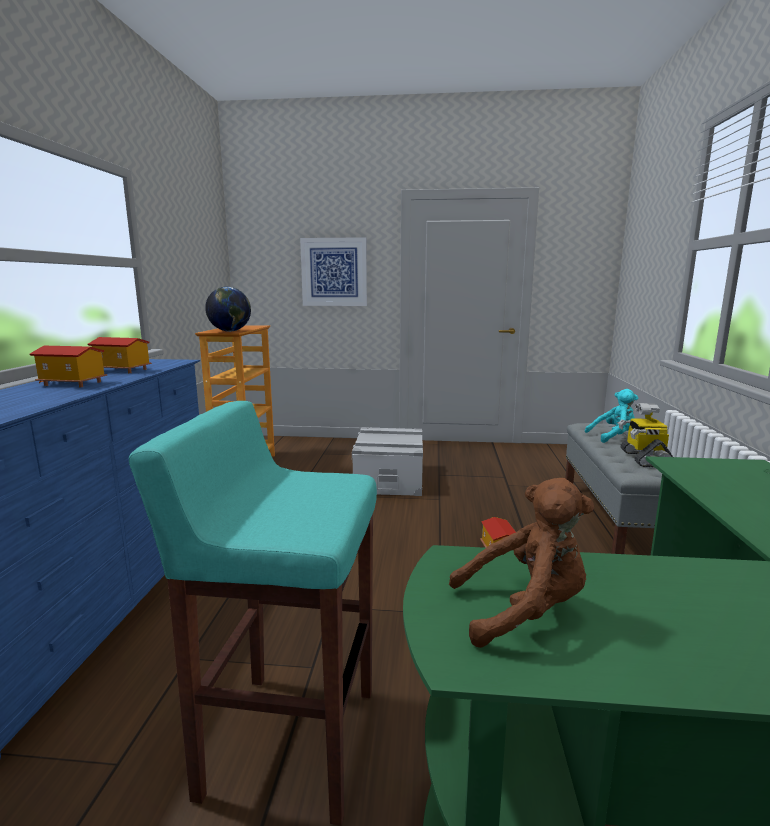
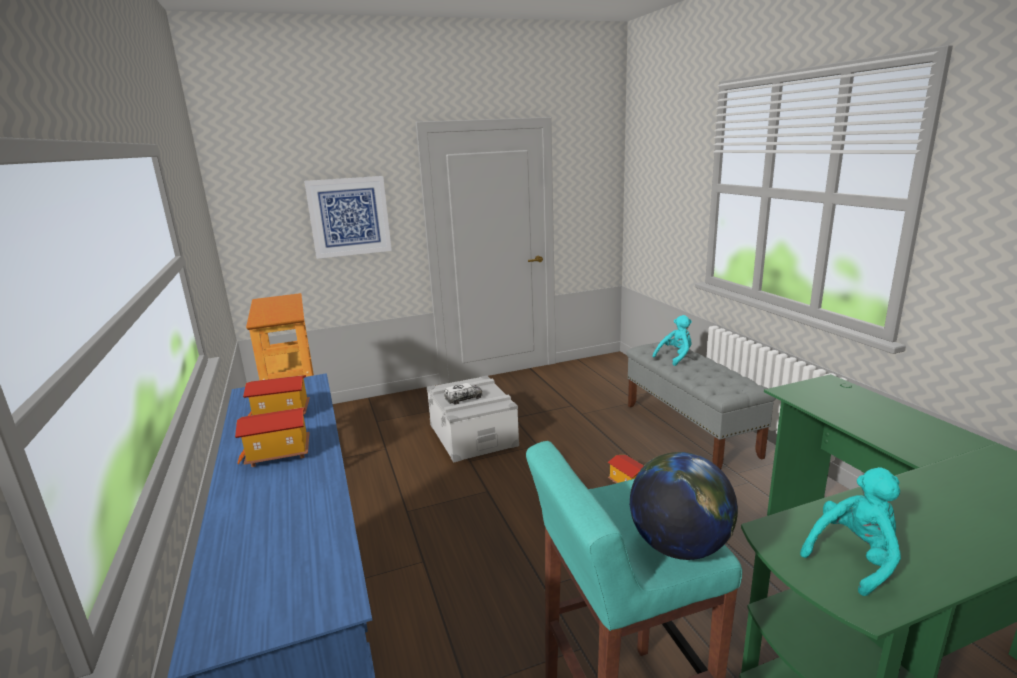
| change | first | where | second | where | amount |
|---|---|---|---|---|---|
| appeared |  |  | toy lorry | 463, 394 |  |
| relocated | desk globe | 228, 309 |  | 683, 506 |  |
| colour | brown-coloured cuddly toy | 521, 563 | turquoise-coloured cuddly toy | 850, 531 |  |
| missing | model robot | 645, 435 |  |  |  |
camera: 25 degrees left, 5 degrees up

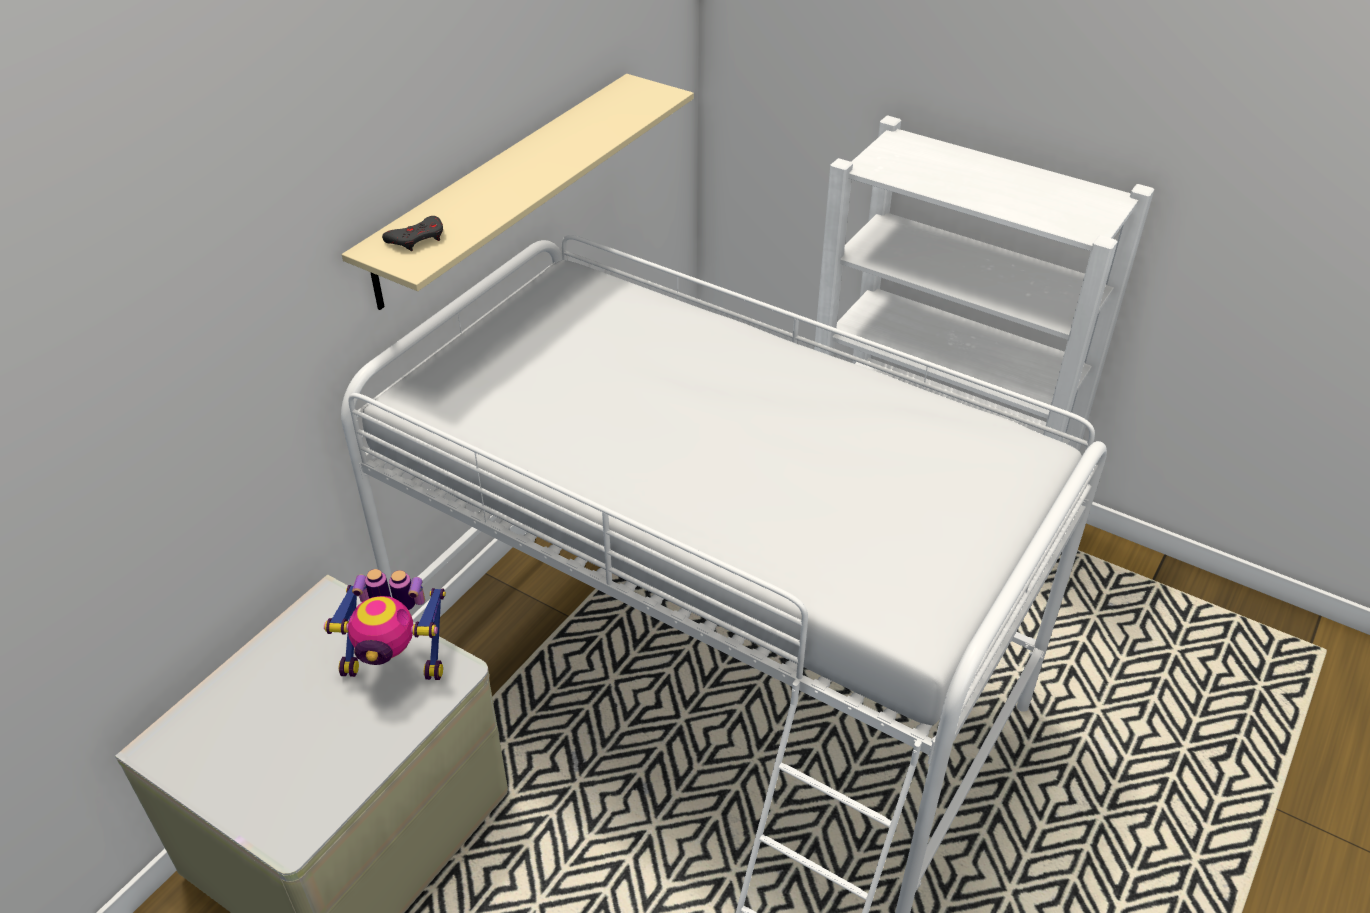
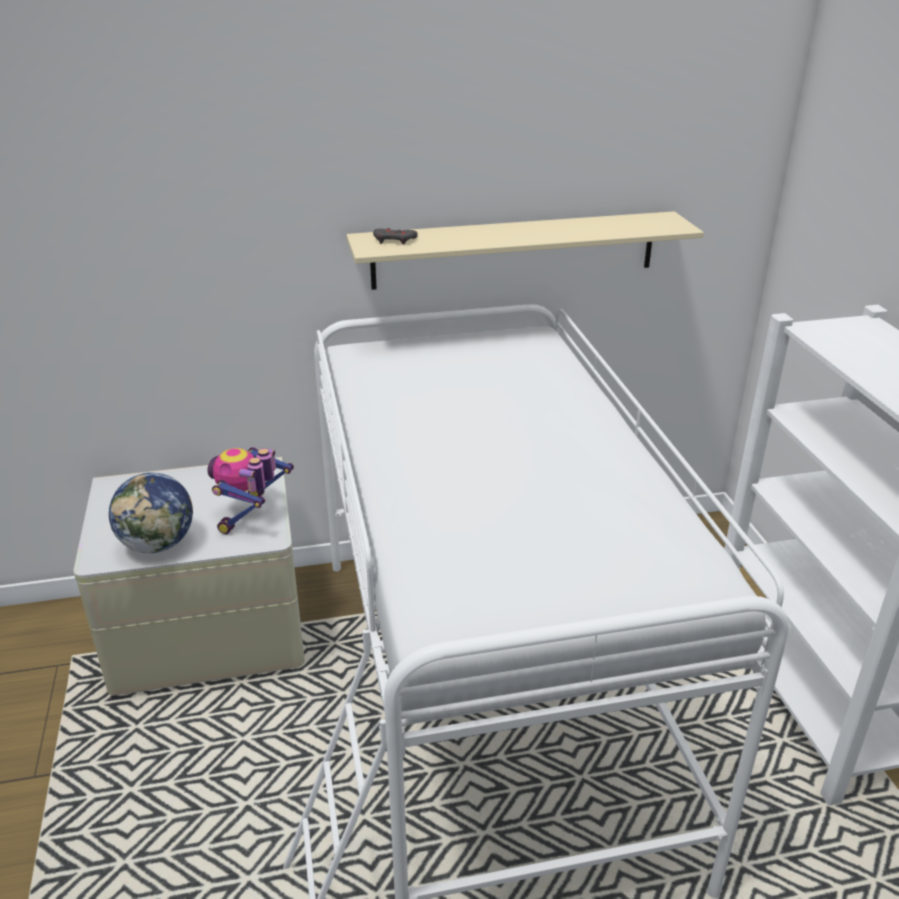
| change | first | where | second | where | amount |
|---|---|---|---|---|---|
| appeared |  |  | desk globe | 151, 512 |  |
| spun | model robot | 385, 624 |  | 250, 490 | 60 degrees clockwise |
camera: 45 degrees right, 10 degrees down

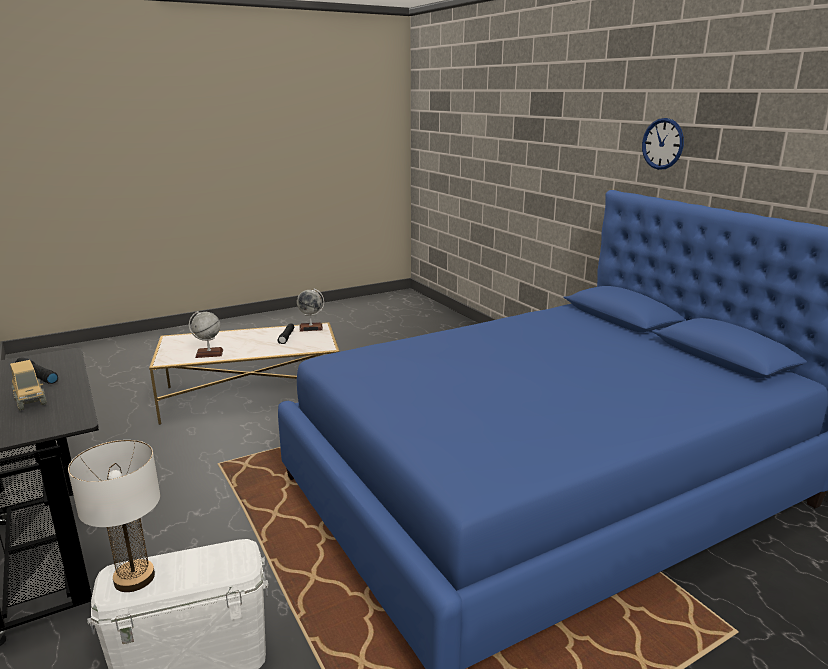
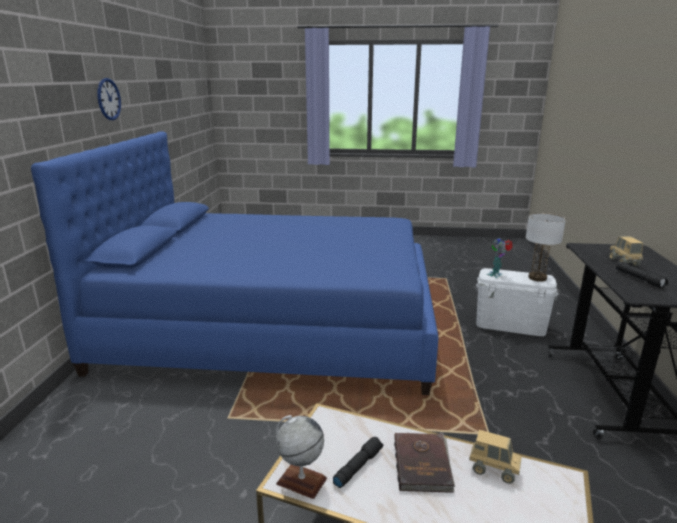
| change | first | where | second | where | amount |
|---|---|---|---|---|---|
| relocated | hanging clock | 663, 144 |  | 109, 99 |  |
| appeared |  |  | brown-coloured volume | 424, 463 |  |
| exchanged | desk globe | 206, 334 | toy lorry | 495, 457 |  |
| appeared |  |  | model robot | 499, 258 |  |
camera: 145 degrees left, 0 degrees up

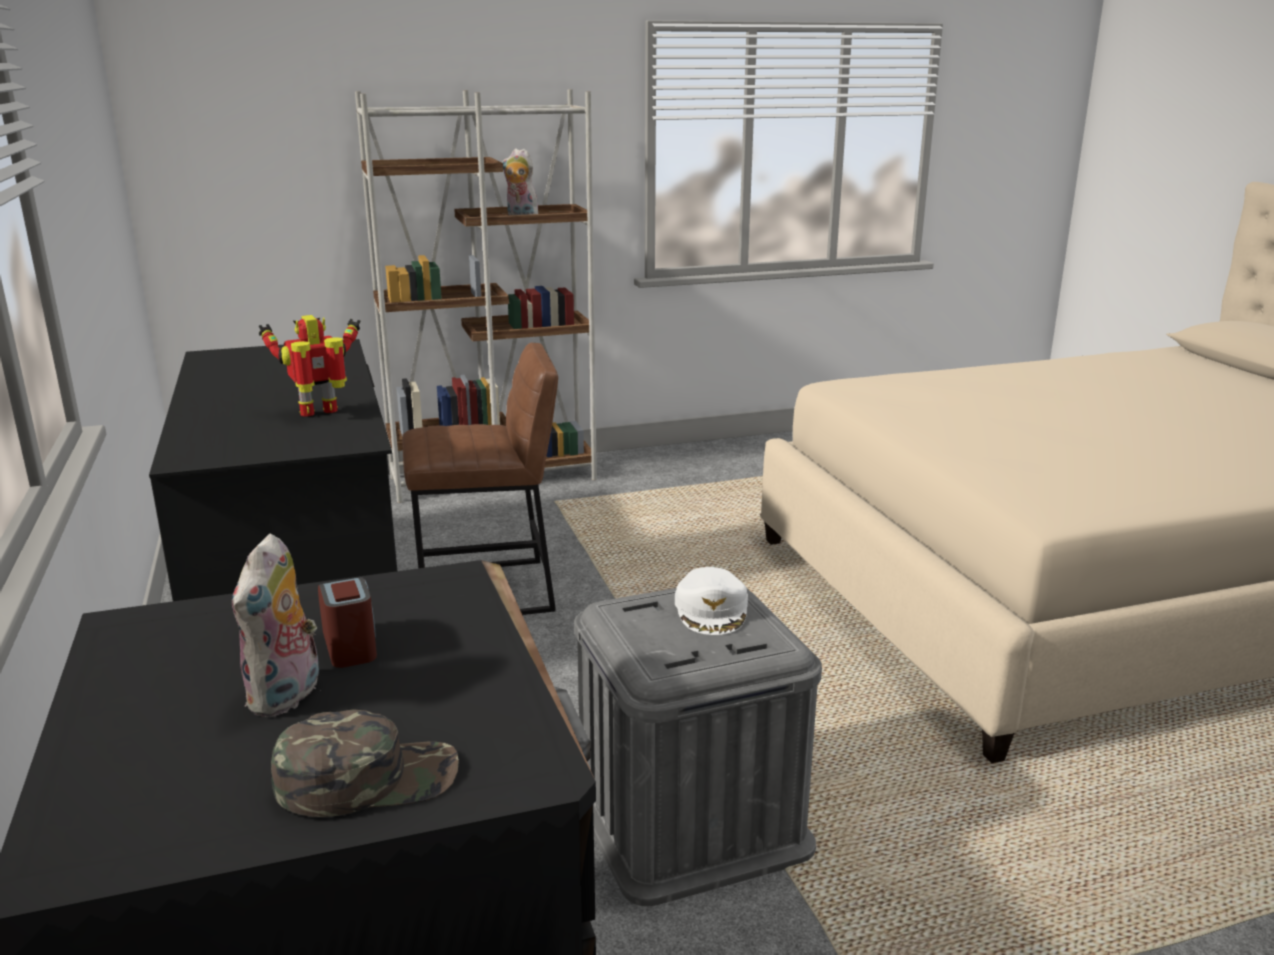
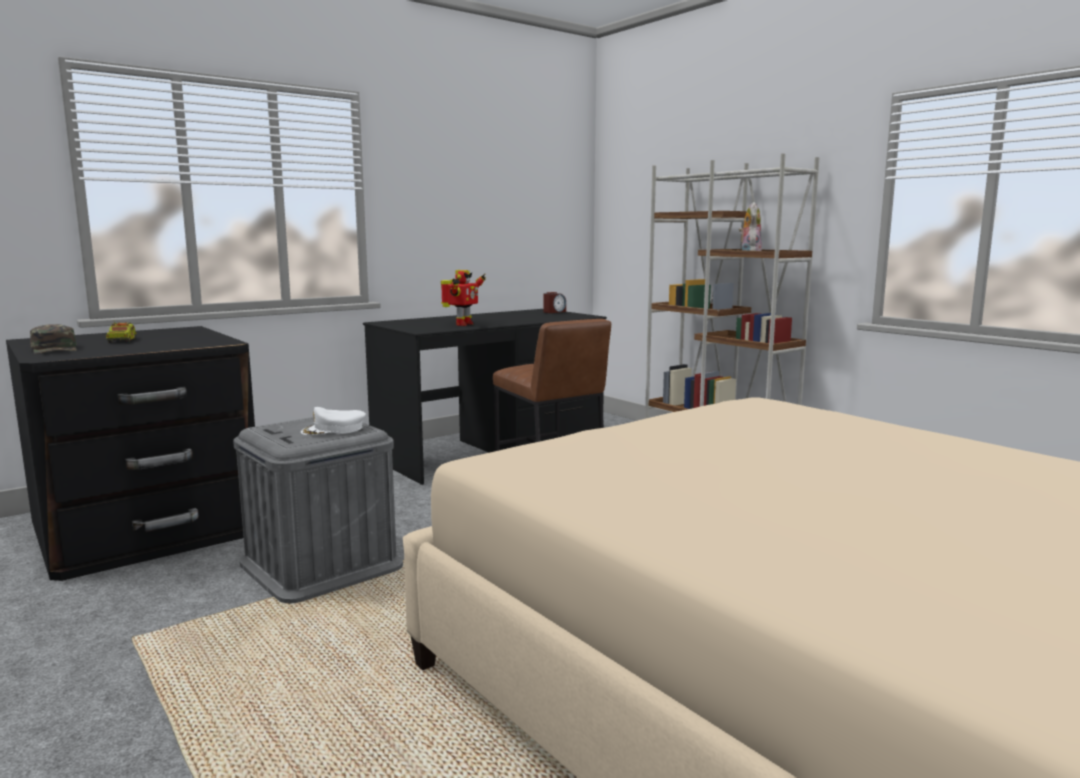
| change | first | where | second | where | amount |
|---|---|---|---|---|---|
| exchanged | cuddly toy | 276, 625 | toy lorry | 121, 332 |  |
| spun | model robot | 309, 366 |  | 463, 298 | 75 degrees clockwise |
| relocated | bedside clock | 347, 622 |  | 555, 302 |  |
camera: 70 degrees right, 10 degrees down

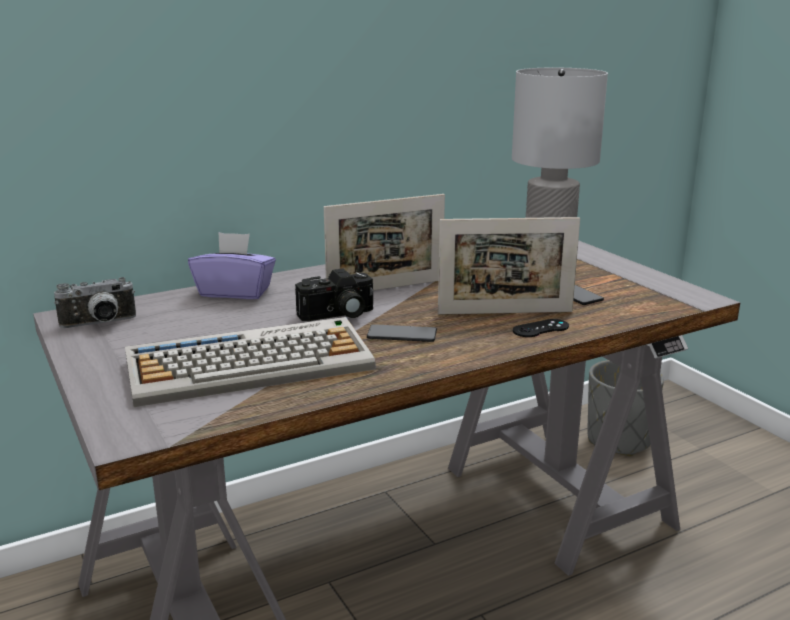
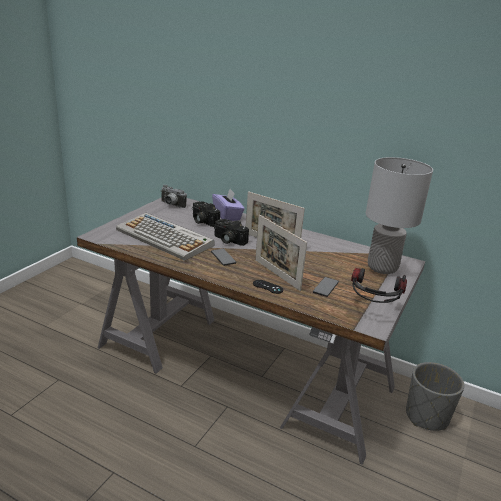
| change | first | where | second | where | amount |
|---|---|---|---|---|---|
| appeared |  |  | photo camera | 206, 214 |  |
| appeared |  |  | pair of headphones | 379, 285 |  |
camera: 55 degrees right, 5 degrees up

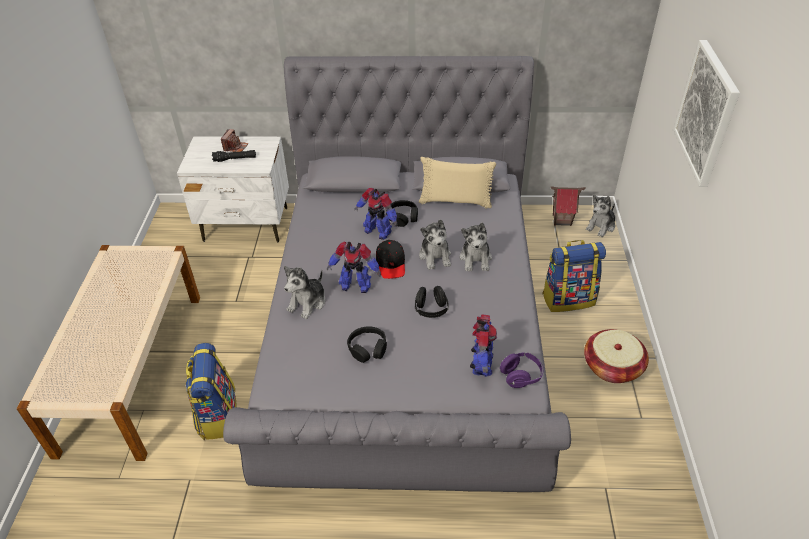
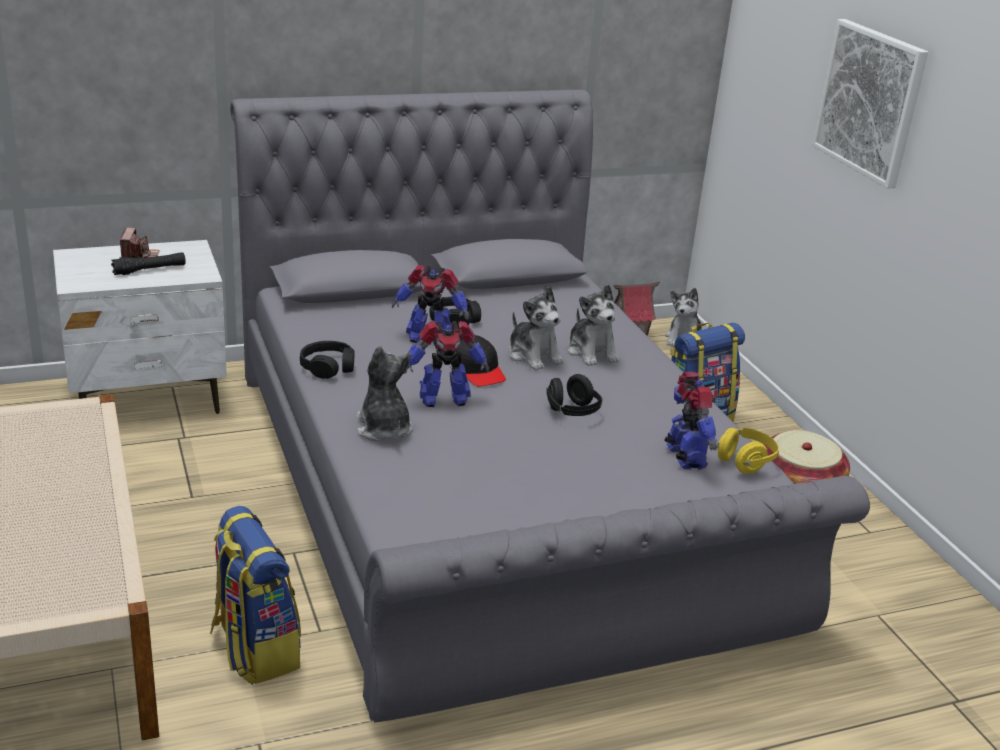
| change | first | where | second | where | amount |
|---|---|---|---|---|---|
| relocated | black pair of headphones | 367, 344 |  | 327, 360 |  |
| spun | cuddly toy | 304, 292 |  | 385, 394 | 150 degrees clockwise |
| colour | purplish pair of headphones | 522, 370 | yellowish pair of headphones | 748, 451 |  |
| missing | beige cushion | 457, 183 |  |  |  |
camera: 25 degrees left, 15 degrees down

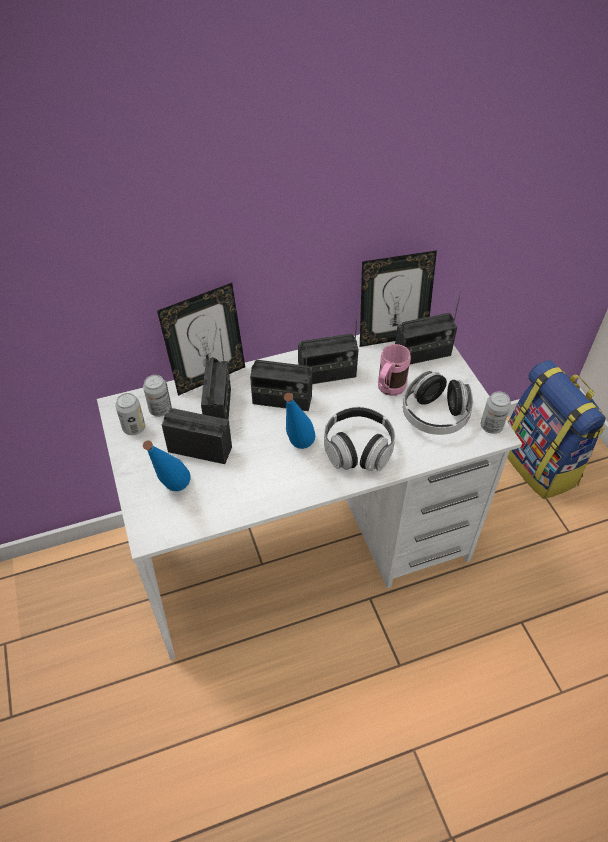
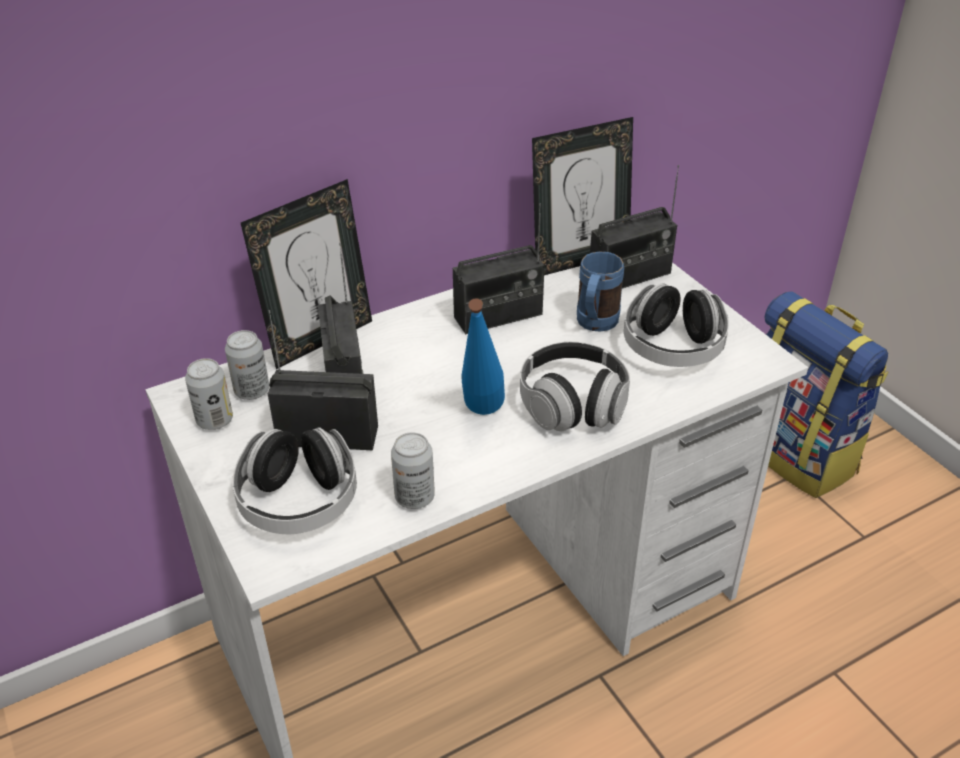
| change | first | where | second | where | amount |
|---|---|---|---|---|---|
| exchanged | blue drink bottle | 166, 465 | pair of headphones | 294, 480 |  |
| relocated | can | 496, 412 |  | 413, 470 |  |
| colour | pinkish mug | 394, 370 | blue mug | 600, 292 |  |
| missing | radio receiver | 281, 378 |  |  |  |
camera: 10 degrees left, 10 degrees down

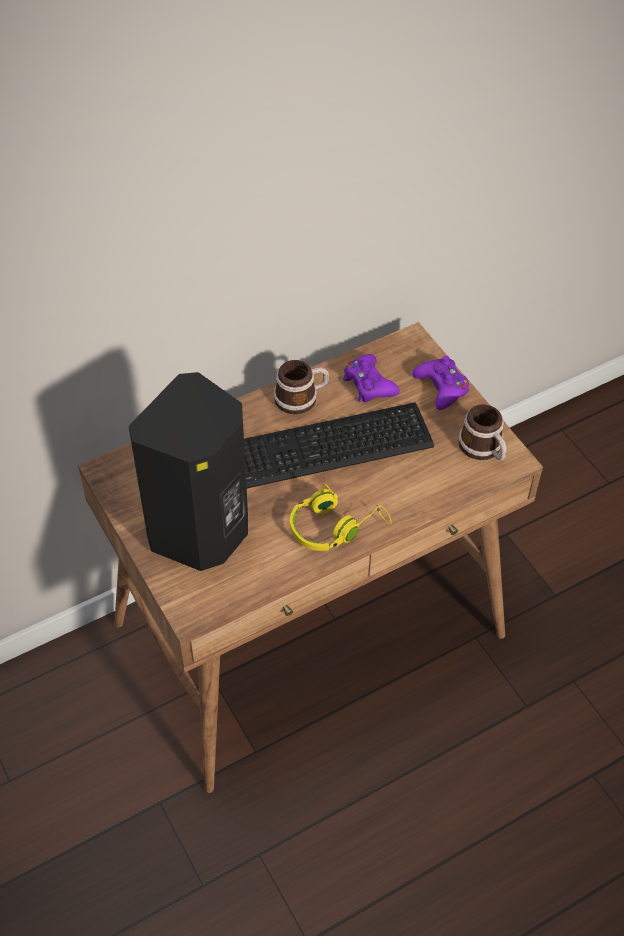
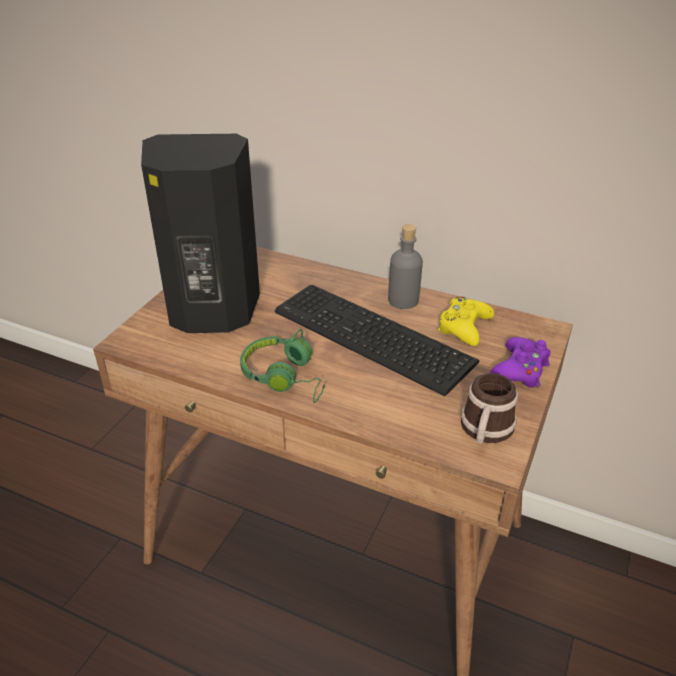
| change | first | where | second | where | amount |
|---|---|---|---|---|---|
| colour | yellowish pair of headphones | 340, 517 | green-coloured pair of headphones | 283, 366 |  |
| exchanged | mug | 301, 387 | greyish drink bottle | 405, 266 |  |
| colour | purplish game controller | 371, 378 | yellowish game controller | 465, 321 |  |
camera: 55 degrees right, 15 degrees down

